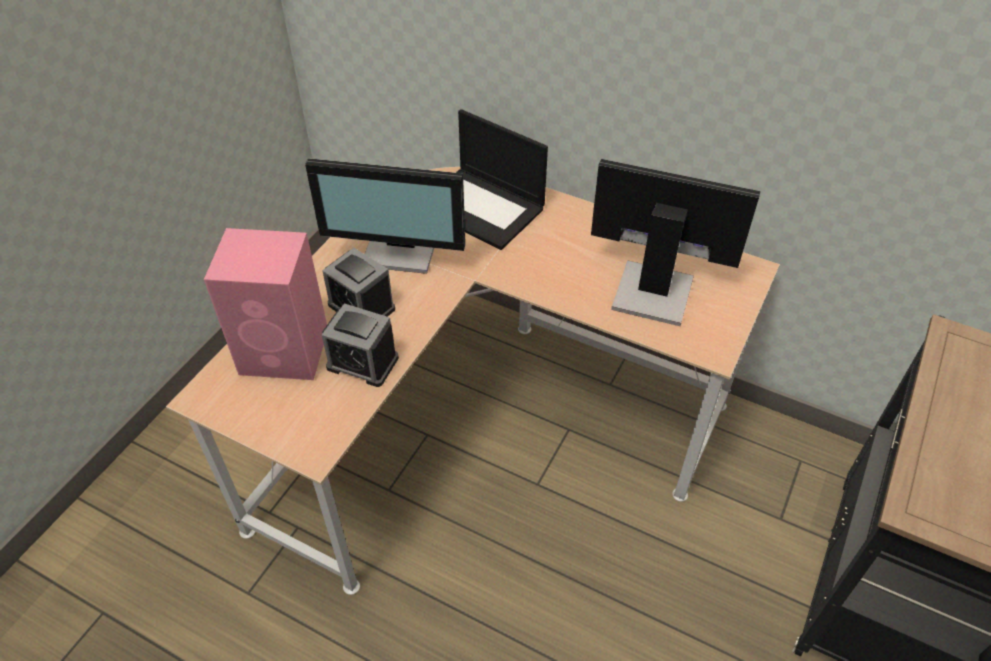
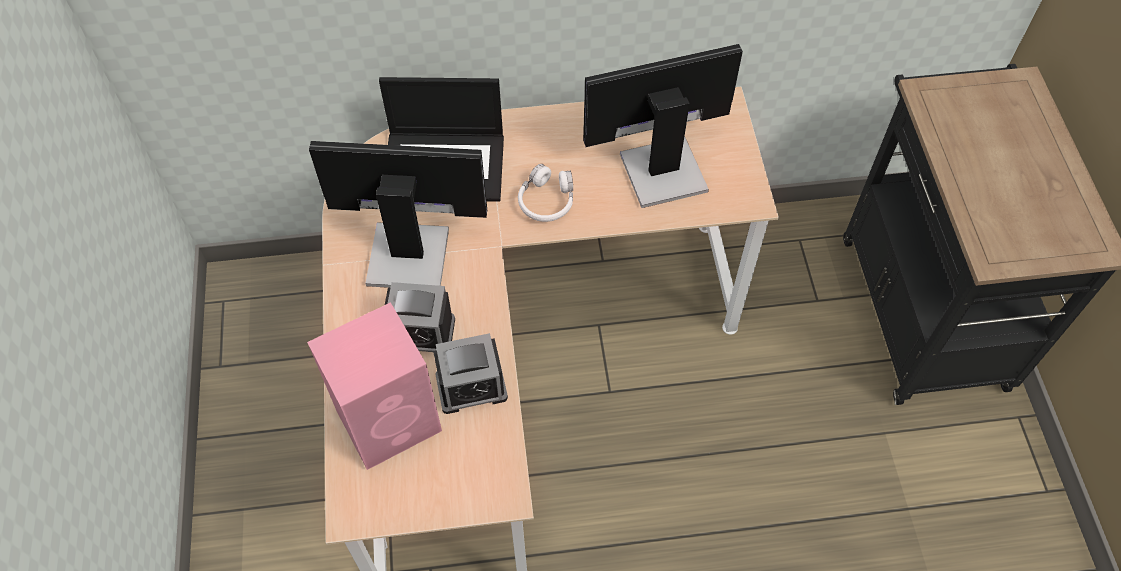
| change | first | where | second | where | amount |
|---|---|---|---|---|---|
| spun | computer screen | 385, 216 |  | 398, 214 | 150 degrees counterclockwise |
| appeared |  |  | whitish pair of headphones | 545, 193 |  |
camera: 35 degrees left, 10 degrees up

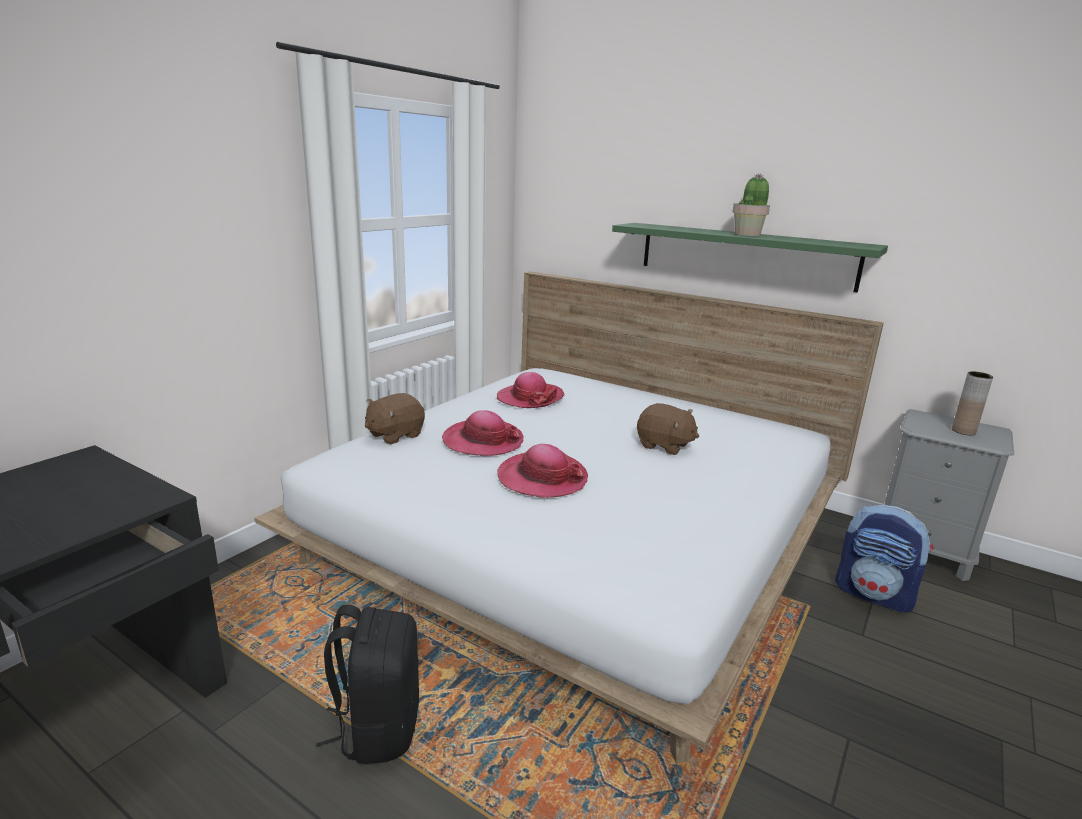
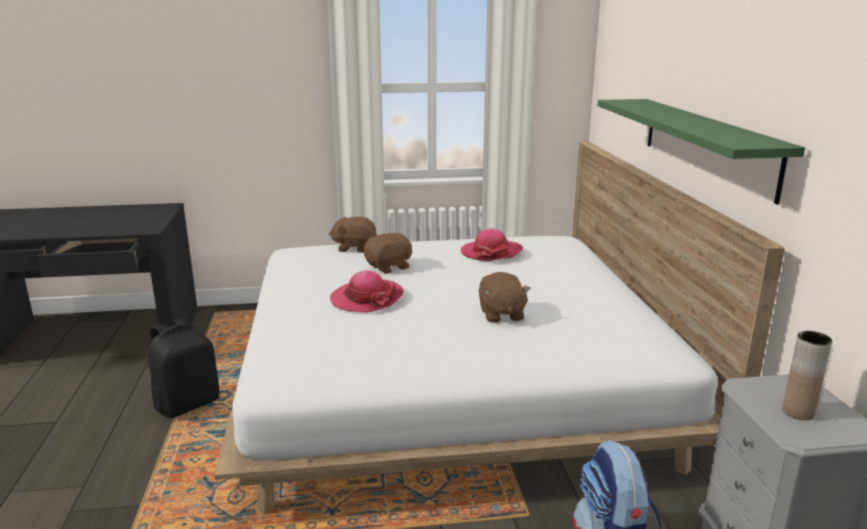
| change | first | where | second | where | amount |
|---|---|---|---|---|---|
| exchanged | hat | 482, 433 | brown-coloured cuddly toy | 388, 253 |  |
| missing | houseplant | 751, 205 |  |  |  |
camera: 50 degrees right, 0 degrees up

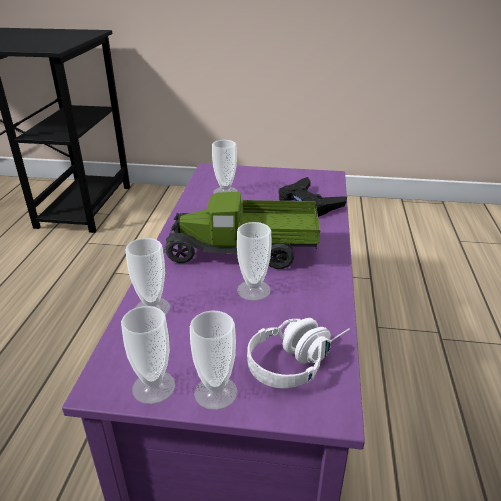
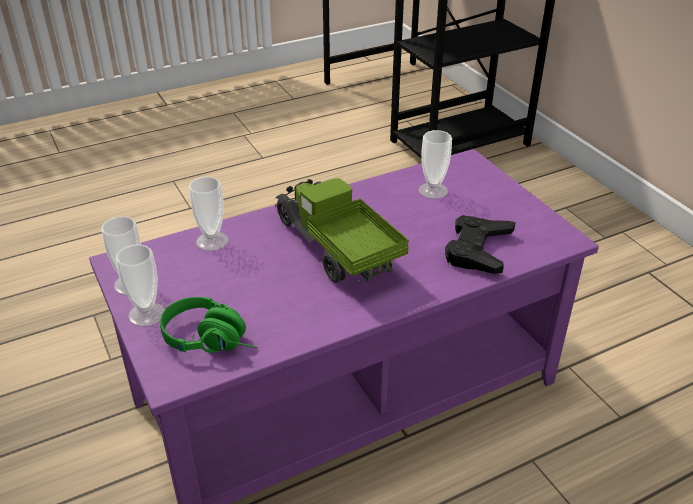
| change | first | where | second | where | amount |
|---|---|---|---|---|---|
| colour | whitish pair of headphones | 298, 353 | green-coloured pair of headphones | 209, 325 |  |
| missing | small cup | 254, 261 |  |  |  |
camera: 55 degrees right, 5 degrees up

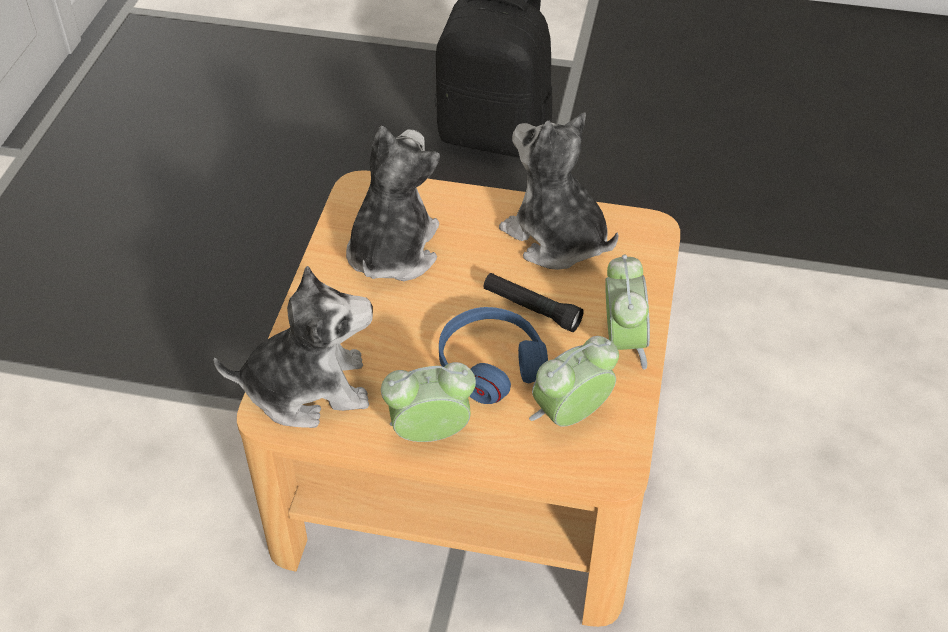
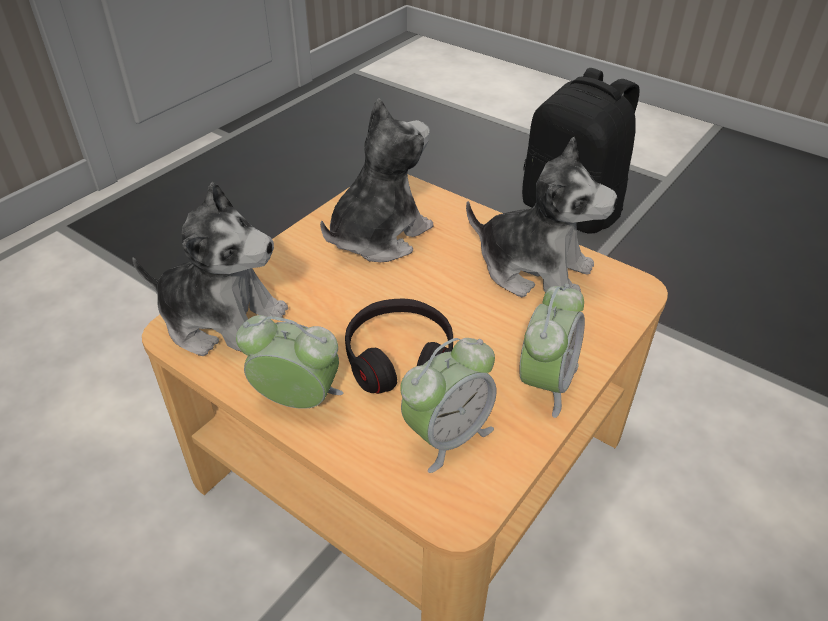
| change | first | where | second | where | amount |
|---|---|---|---|---|---|
| colour | blue pair of headphones | 493, 355 | black pair of headphones | 399, 346 |  |
| spun | bedside clock | 574, 381 |  | 448, 405 | 150 degrees clockwise |
| spun | cuddly toy | 559, 191 |  | 541, 217 | 135 degrees clockwise |
| missing | black torch | 533, 302 |  |  |  |
camera: 25 degrees right, 5 degrees down

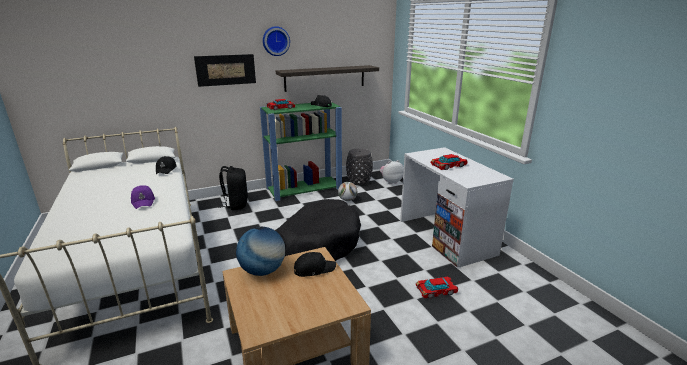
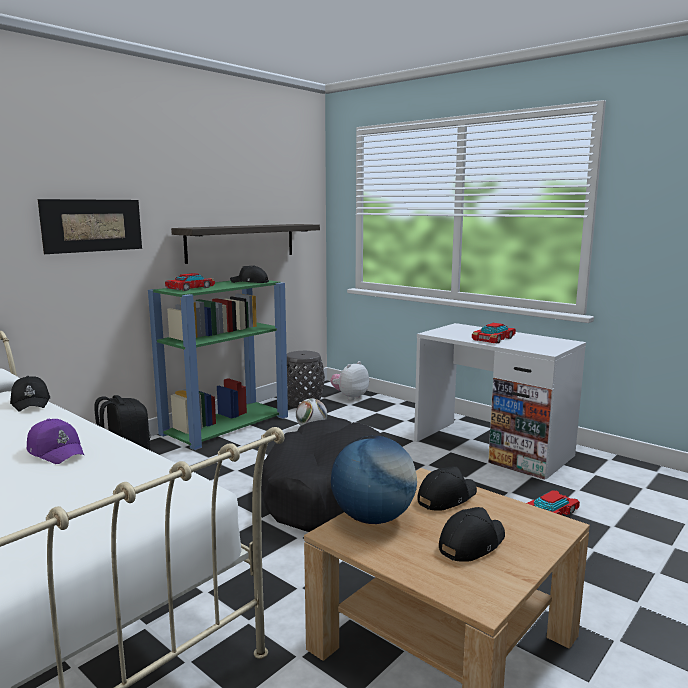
| change | first | where | second | where | amount |
|---|---|---|---|---|---|
| appeared |  |  | black baseball cap | 472, 534 |  |
| missing | hanging clock | 276, 41 |  |  |  |
camera: 25 degrees left, 10 degrees down

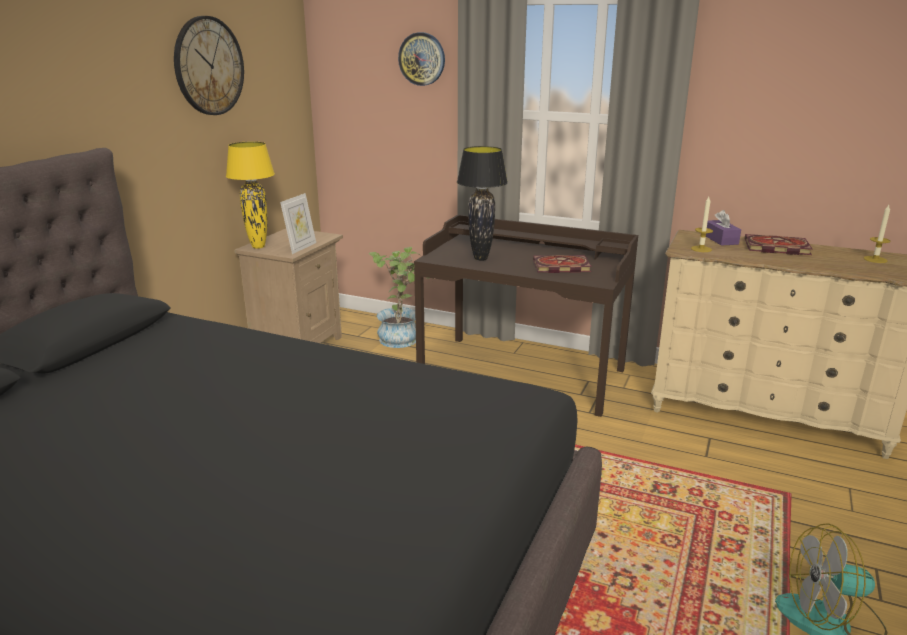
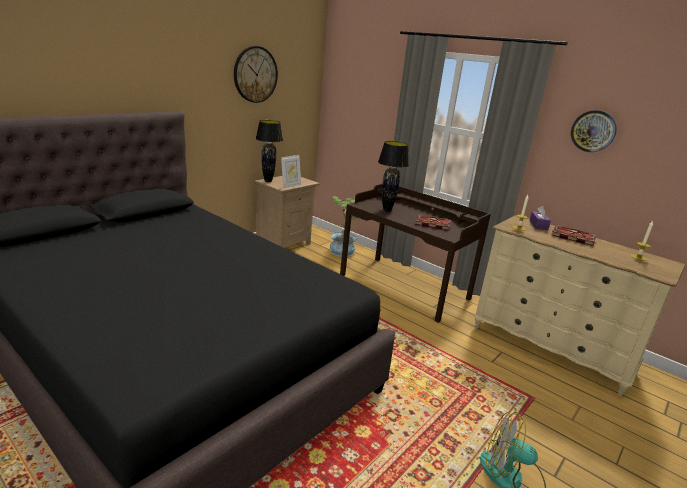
| change | first | where | second | where | amount |
|---|---|---|---|---|---|
| colour | yellowish tabletop lamp | 250, 195 | black tabletop lamp | 269, 151 |  |
| relocated | hanging clock | 421, 59 |  | 594, 131 |  |
camera: 15 degrees right, 0 degrees up

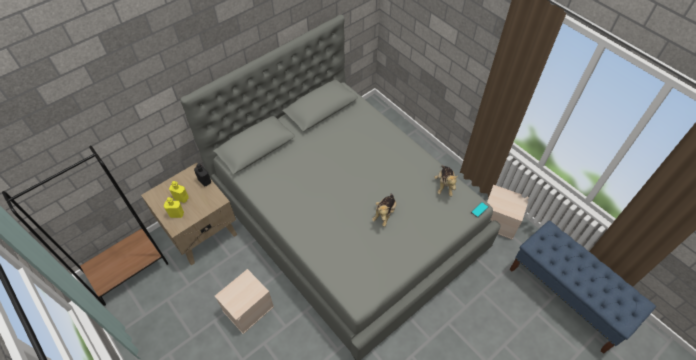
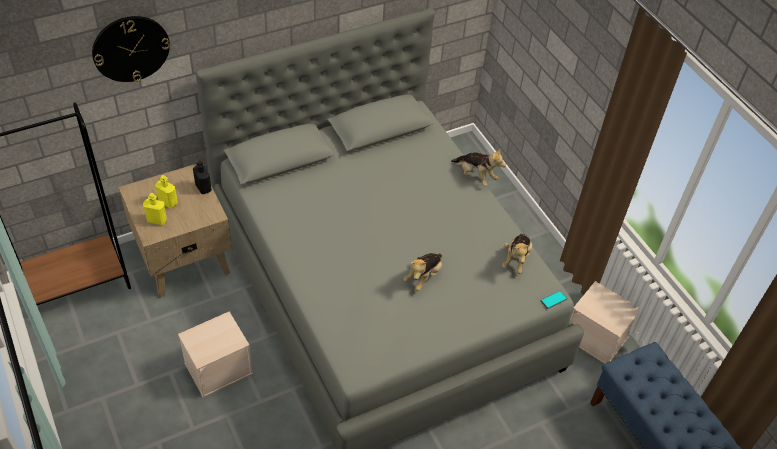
| change | first | where | second | where | amount |
|---|---|---|---|---|---|
| appeared |  |  | hanging clock | 131, 49 |  |
| appeared |  |  | cuddly toy | 478, 167 |  |
camera: 10 degrees right, 5 degrees down

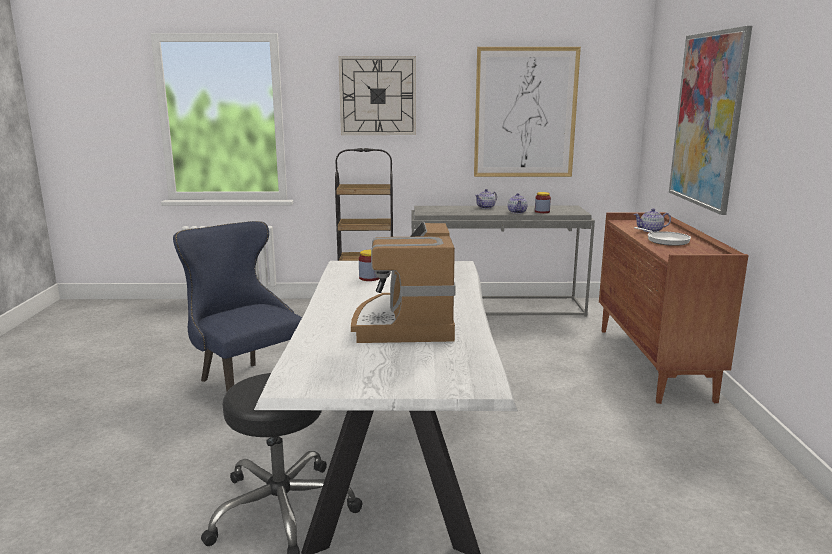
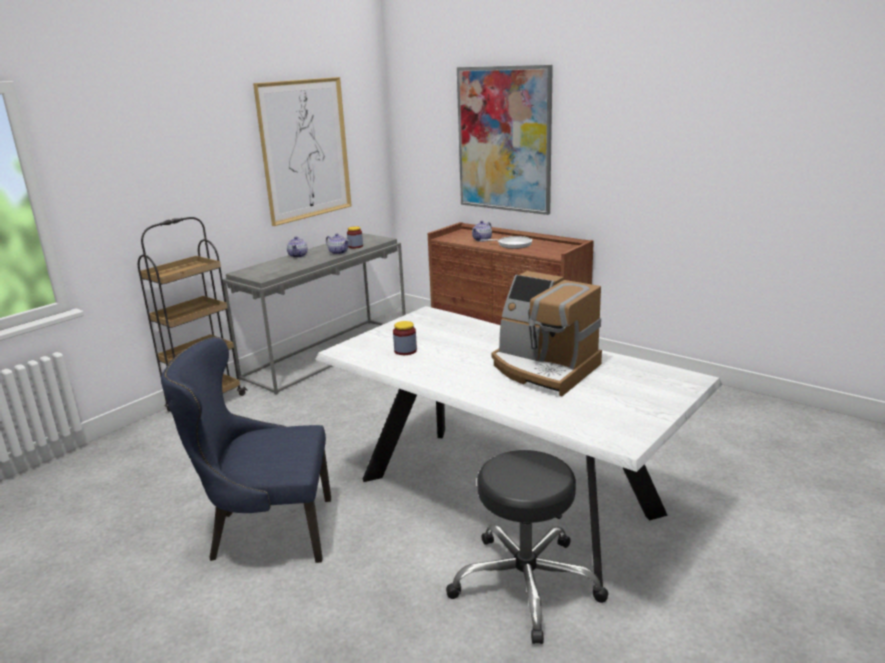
| change | first | where | second | where | amount |
|---|---|---|---|---|---|
| missing | hanging clock | 377, 95 |  |  |  |
camera: 50 degrees left, 5 degrees up

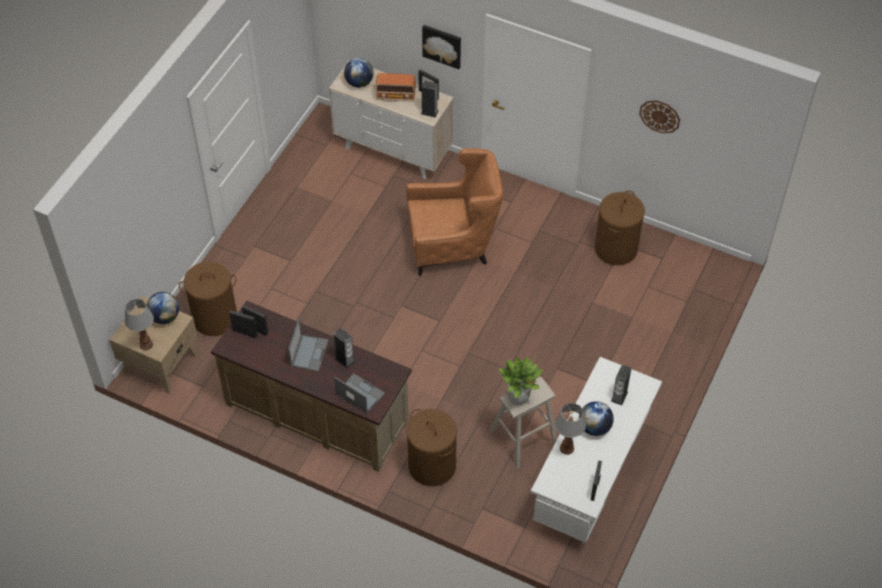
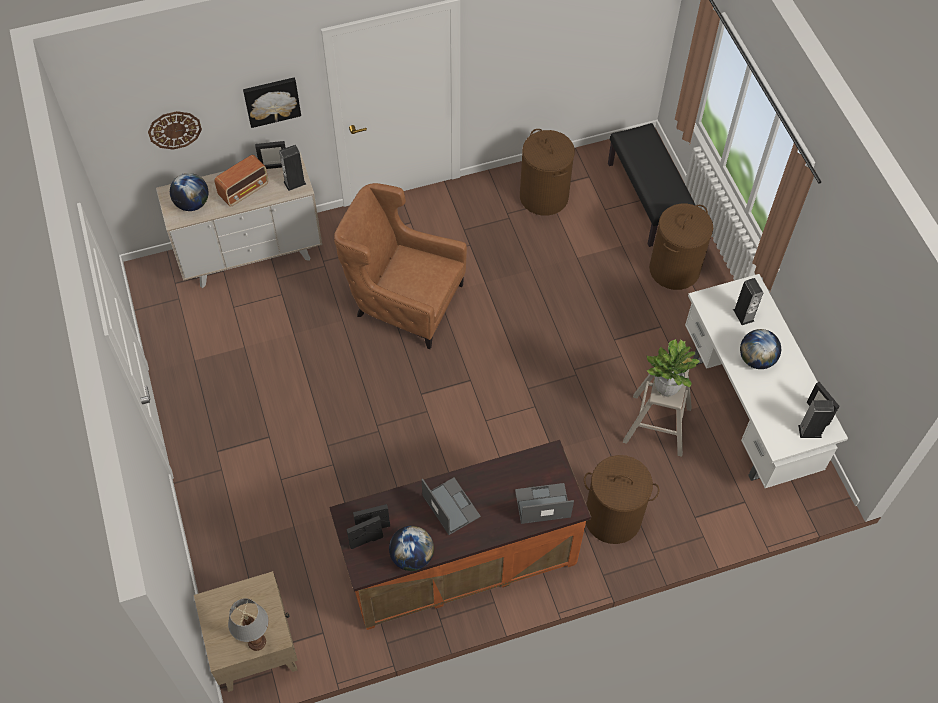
| change | first | where | second | where | amount |
|---|---|---|---|---|---|
| relocated | hanging clock | 659, 116 |  | 175, 130 |  |
| colour | beige storage cabinet | 311, 386 | orange storage cabinet | 460, 535 |  |
| spun | brown-coloured lounge chair | 454, 212 |  | 400, 266 | 105 degrees counterclockwise |
| relocated | desk globe | 163, 308 |  | 411, 548 |  |
| appeared |  |  | black long seat | 652, 185 |  |
| relocated | brown-coloured washing basket | 207, 298 |  | 681, 247 |  |
| relocated | loudspeaker | 344, 348 |  | 816, 419 |  |
| missing | tabletop lamp | 570, 429 |  |  |  |
camera: 45 degrees left, 5 degrees up

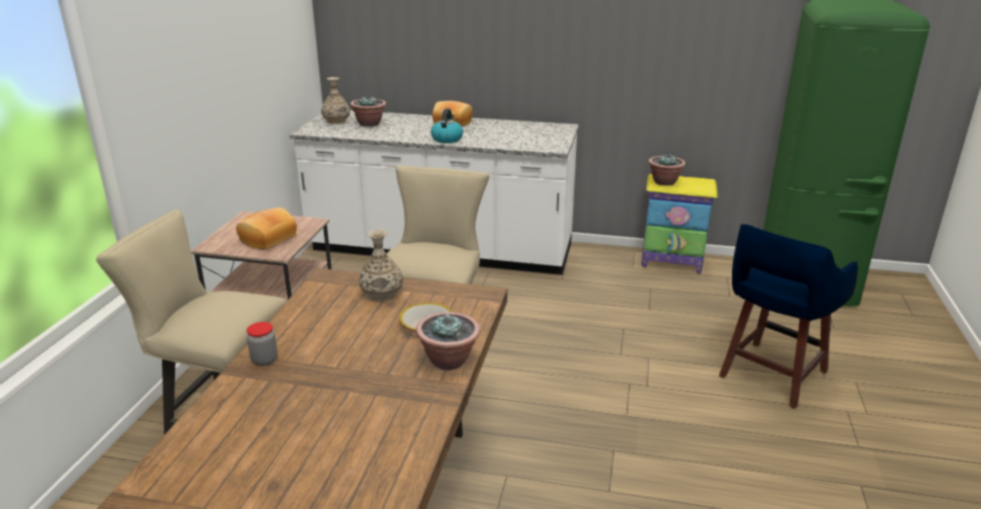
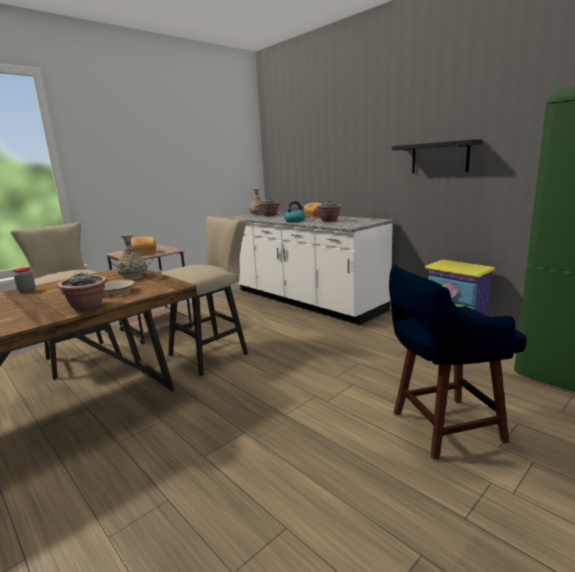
| change | first | where | second | where | amount |
|---|---|---|---|---|---|
| relocated | houseplant | 667, 169 |  | 329, 211 |  |
| appeared |  |  | black shelf | 437, 156 |  |
camera: 35 degrees right, 10 degrees down

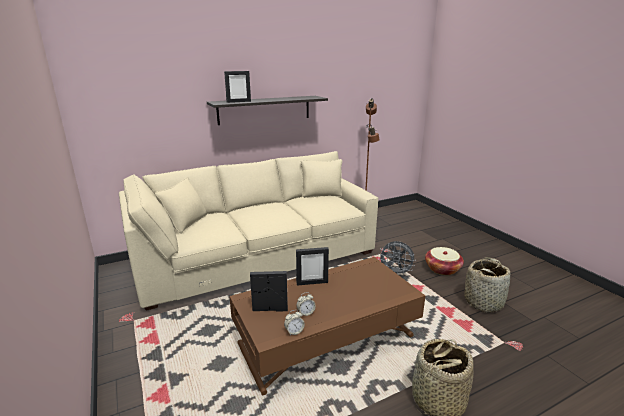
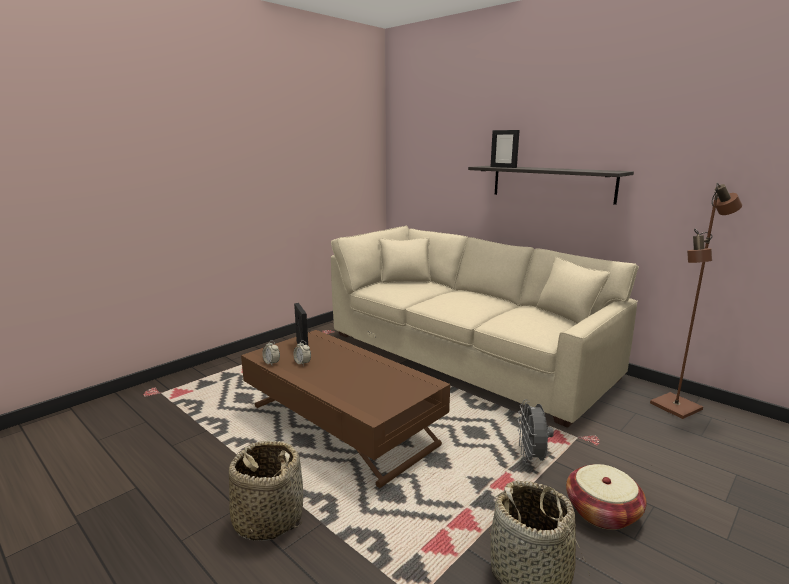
| change | first | where | second | where | amount |
|---|---|---|---|---|---|
| missing | photo frame | 312, 266 |  |  |  |
camera: 70 degrees right, 5 degrees down

